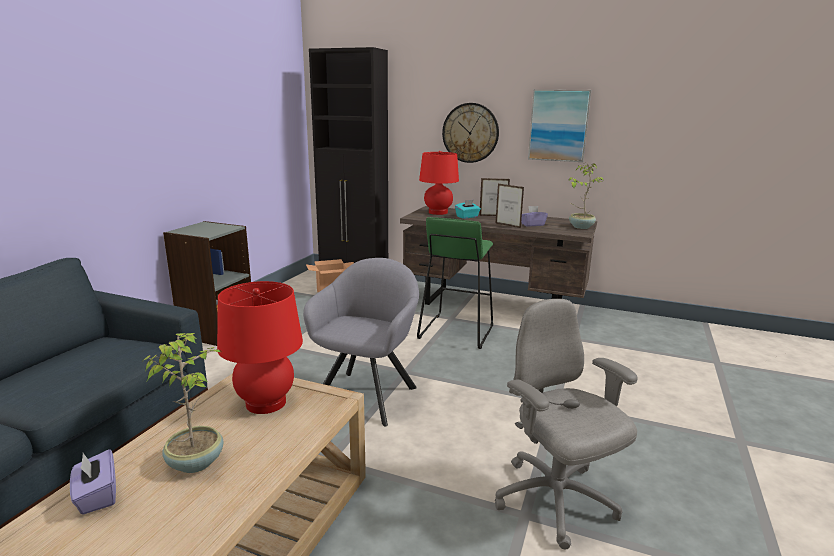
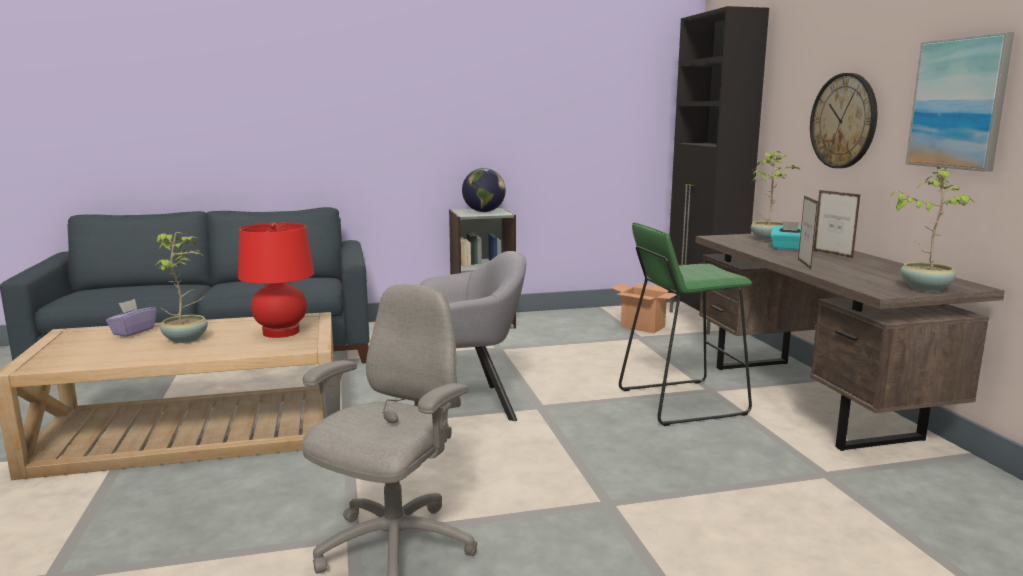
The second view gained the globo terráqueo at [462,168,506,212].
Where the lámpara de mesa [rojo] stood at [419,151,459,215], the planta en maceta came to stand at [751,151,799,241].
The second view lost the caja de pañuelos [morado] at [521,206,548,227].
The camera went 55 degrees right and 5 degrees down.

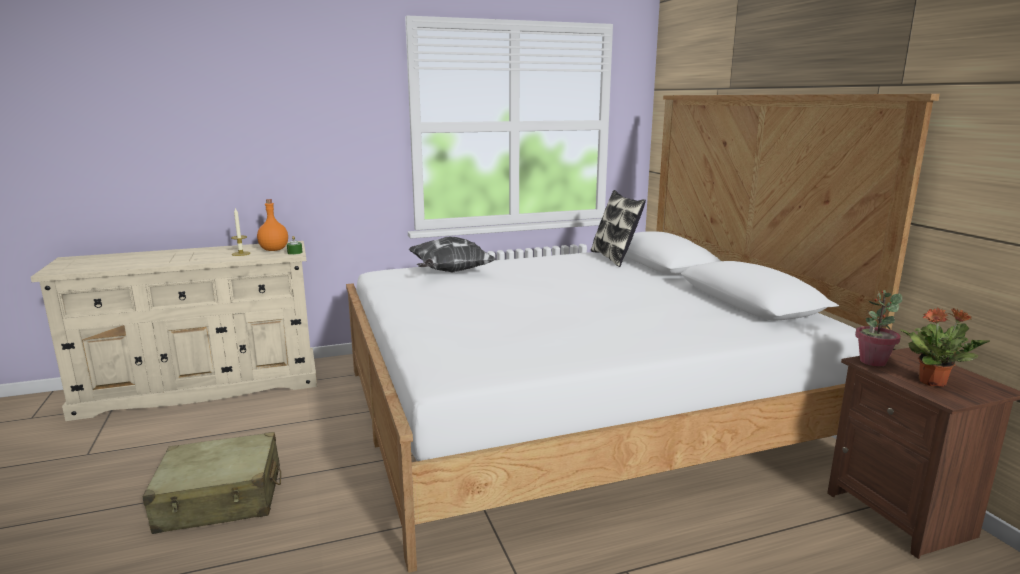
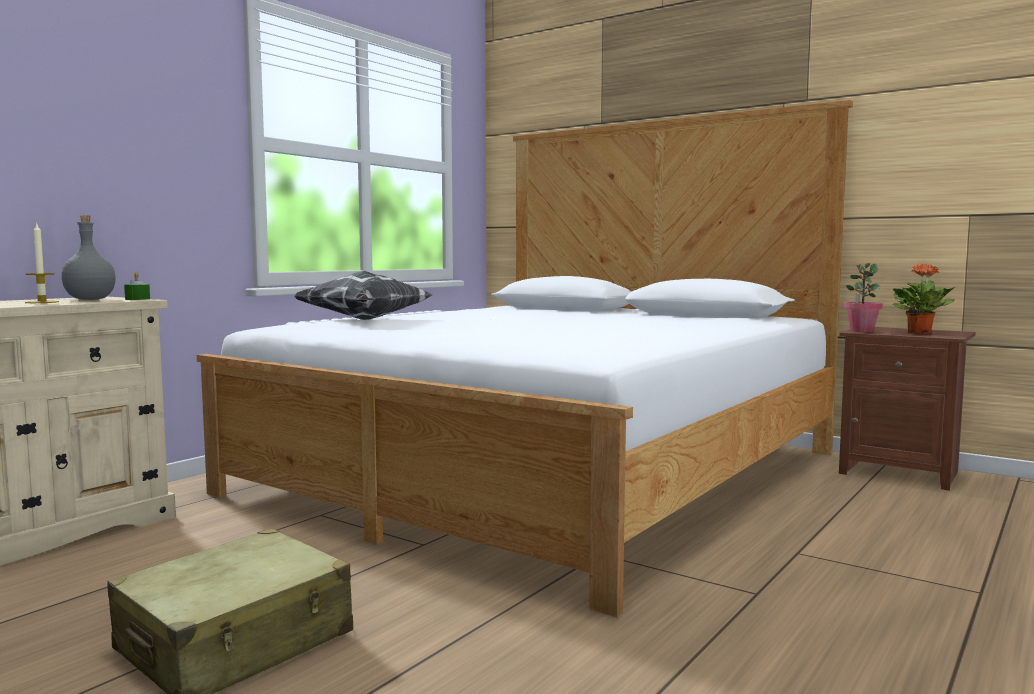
What was the botella [naranja] at [257,199,288,251] turned into the botella [gris] at [61,215,116,300].
The second view lost the cojín at [591,190,646,267].
The camera went 35 degrees left and 10 degrees down.

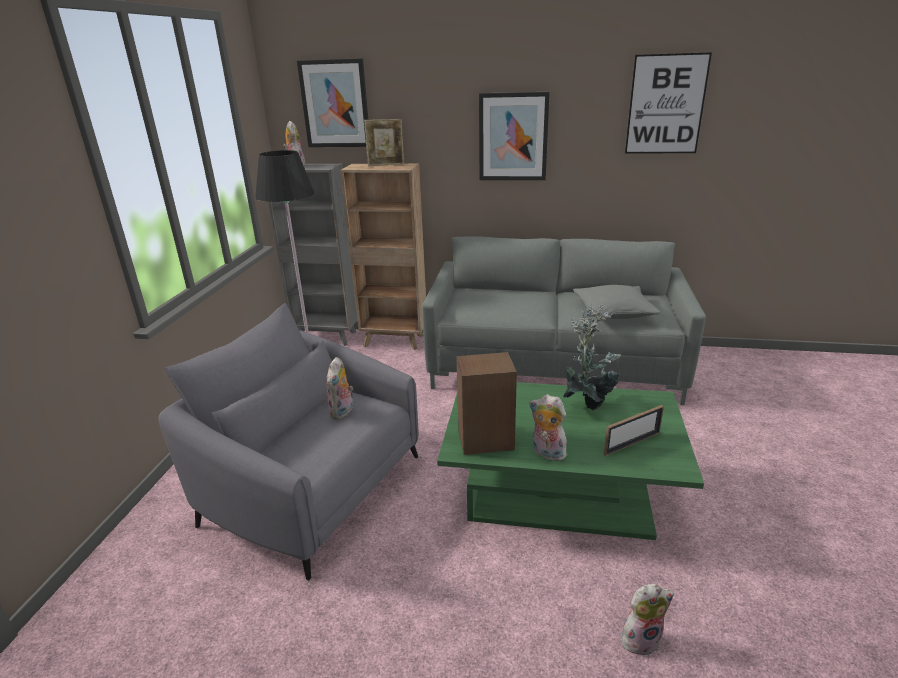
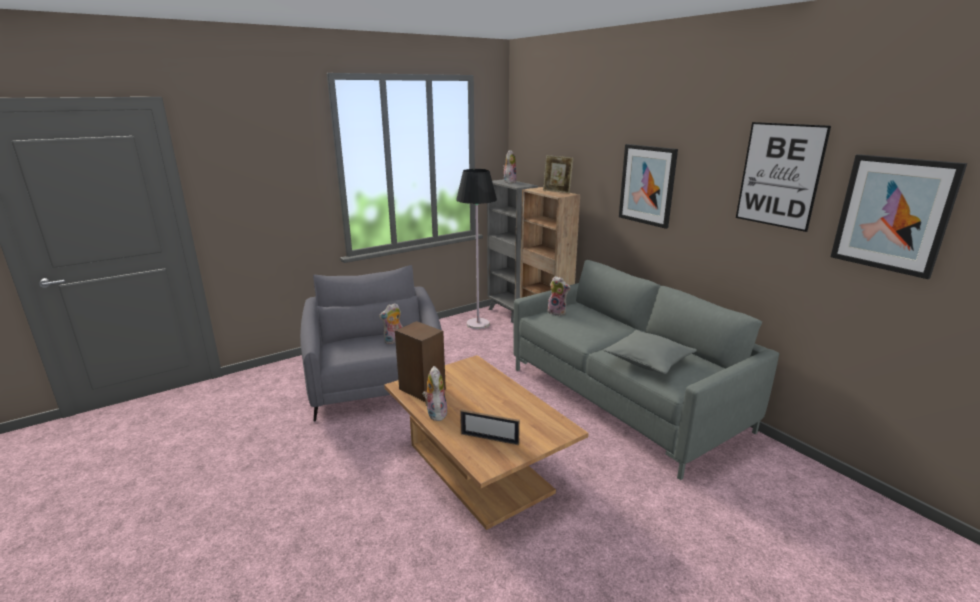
What was the mesa de centro [verde] at [437,382,704,540] turned into the mesa de centro [marrón] at [384,355,589,530].
The peluche ended up elsewhere, having gone from [622,584,674,655] to [547,276,570,316].
The cuadro ended up elsewhere, having gone from [297,58,368,147] to [831,154,967,279].
The second view lost the planta en maceta at [563,304,621,410].
The camera went 45 degrees right and 5 degrees down.

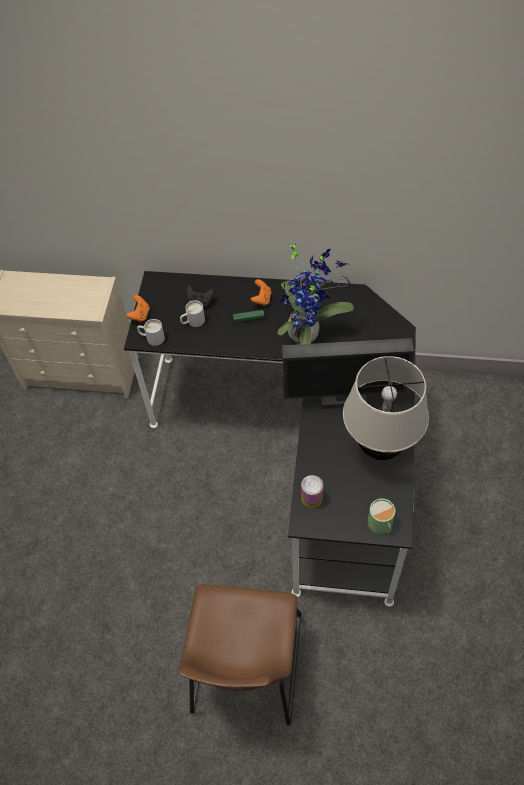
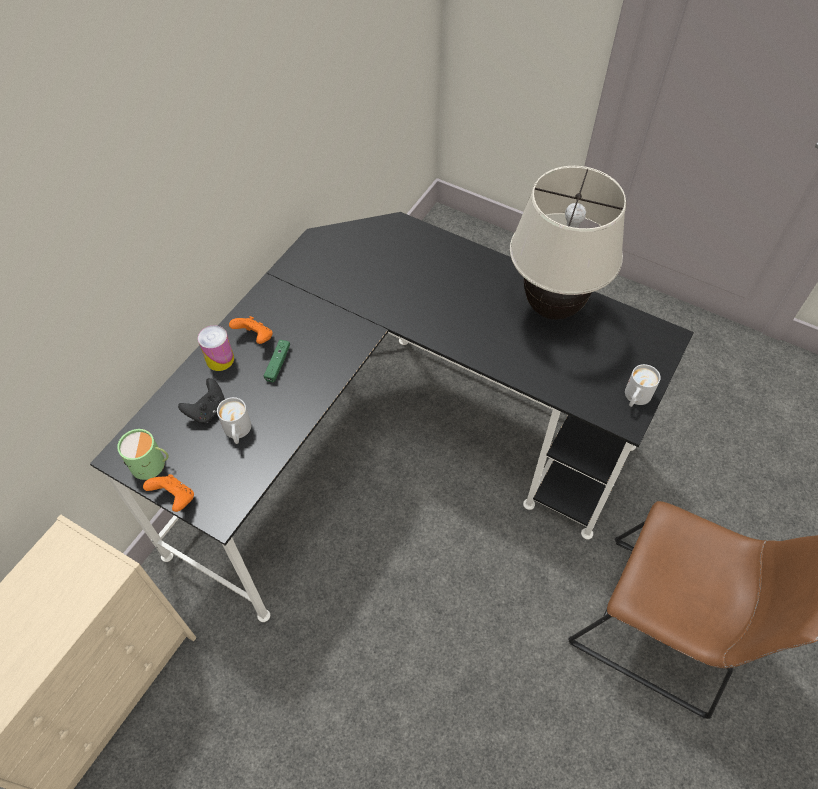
The taza grande [verde] ended up elsewhere, having gone from [368,498,395,534] to [117,429,169,480].
The lata ended up elsewhere, having gone from [301,475,323,508] to [198,325,234,371].
The taza grande [blanco] ended up elsewhere, having gone from [137,319,165,346] to [625,364,661,407].
The second view lost the planta en maceta at [277,239,354,344].
The second view lost the monitor at [282,338,414,409].
The camera went 70 degrees left and 0 degrees up.

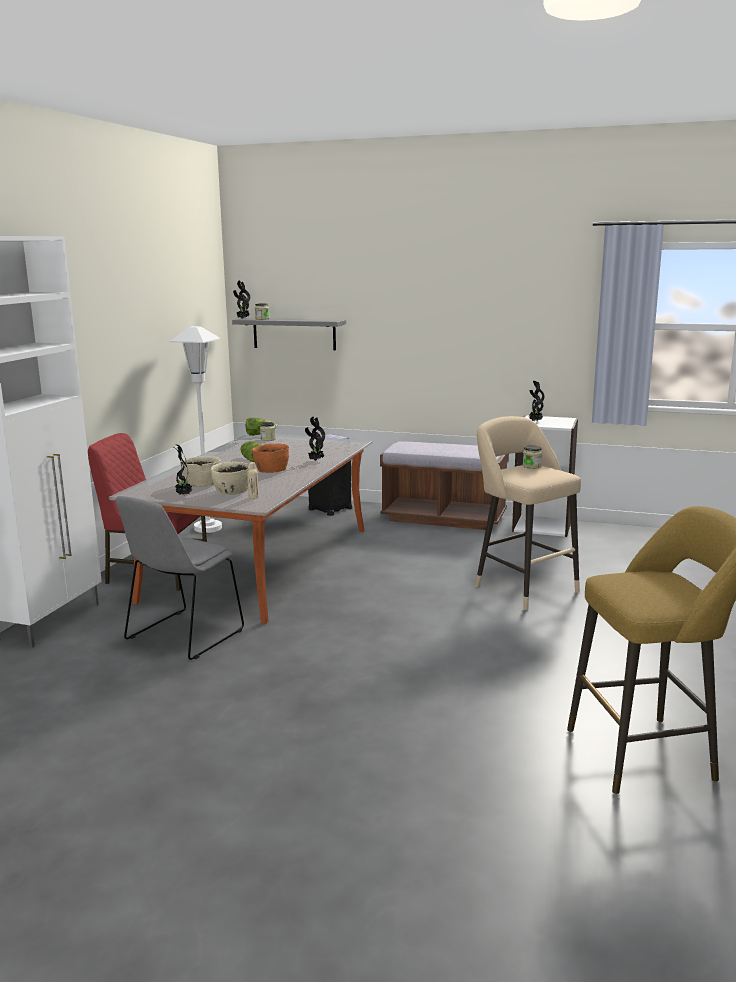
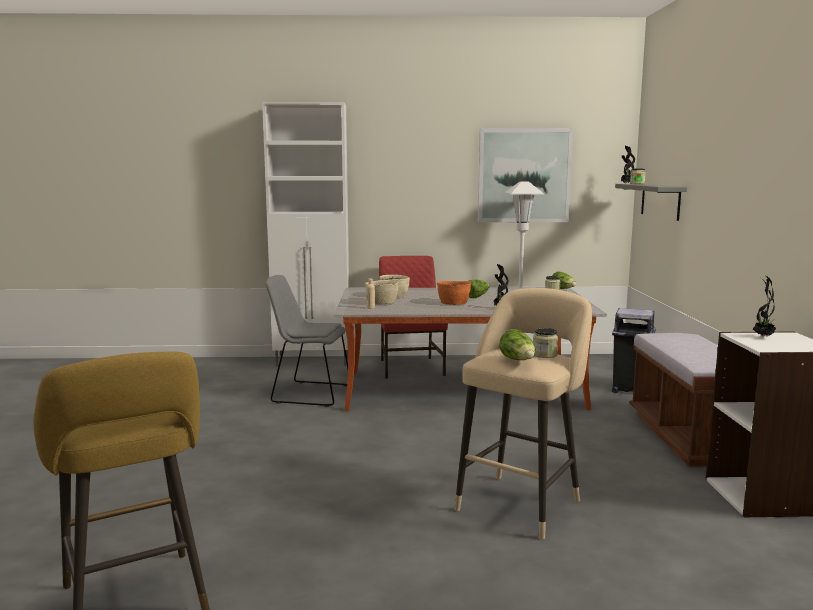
The second view gained the cuadro at [478,128,573,222].
The second view gained the lechuga at [499,329,535,360].
The second view lost the planta en maceta at [174,444,192,496].
The camera went 70 degrees right and 5 degrees down.

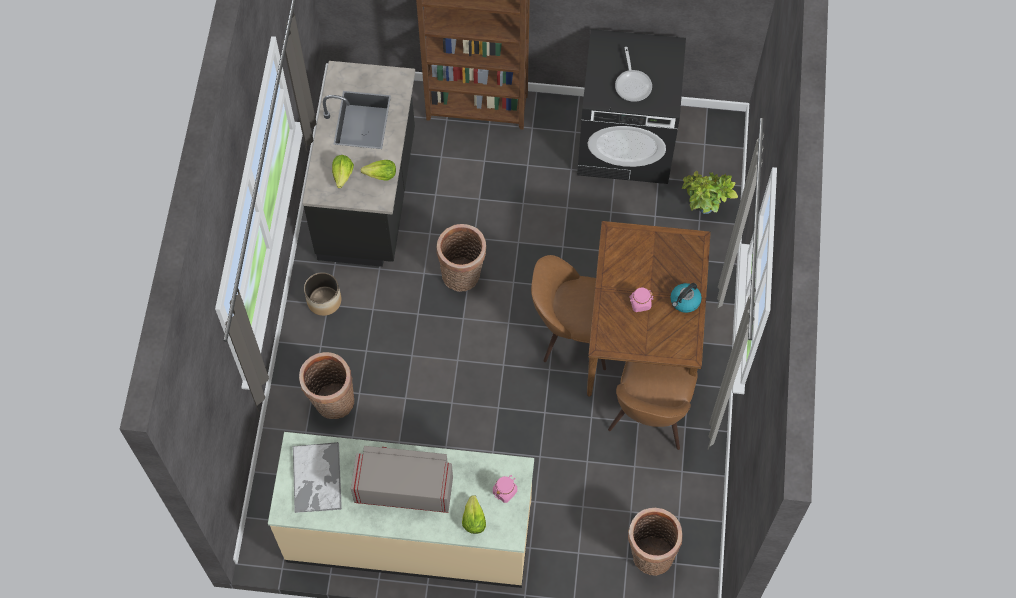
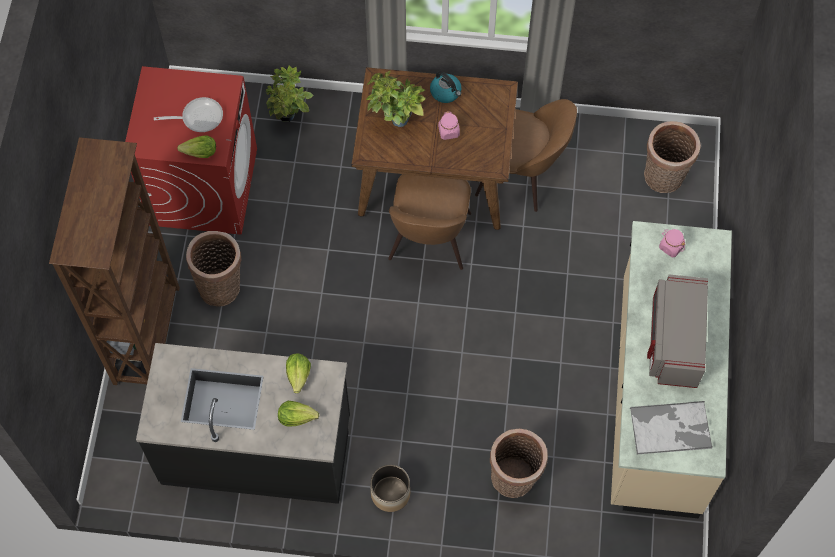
What was the lavadora [negro] at [577,29,686,184] turned into the lavadora [rojo] at [125,66,257,235].
The lechuga ended up elsewhere, having gone from [462,495,486,534] to [177,136,216,158].
The cesta ended up elsewhere, having gone from [436,224,486,292] to [186,231,241,307].
The second view gained the planta en maceta at [366,71,425,127].
The camera went 90 degrees left and 0 degrees up.

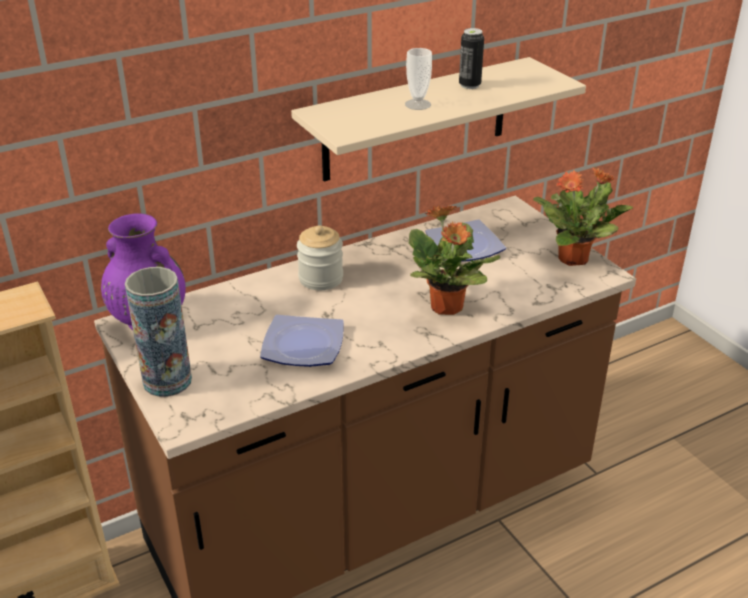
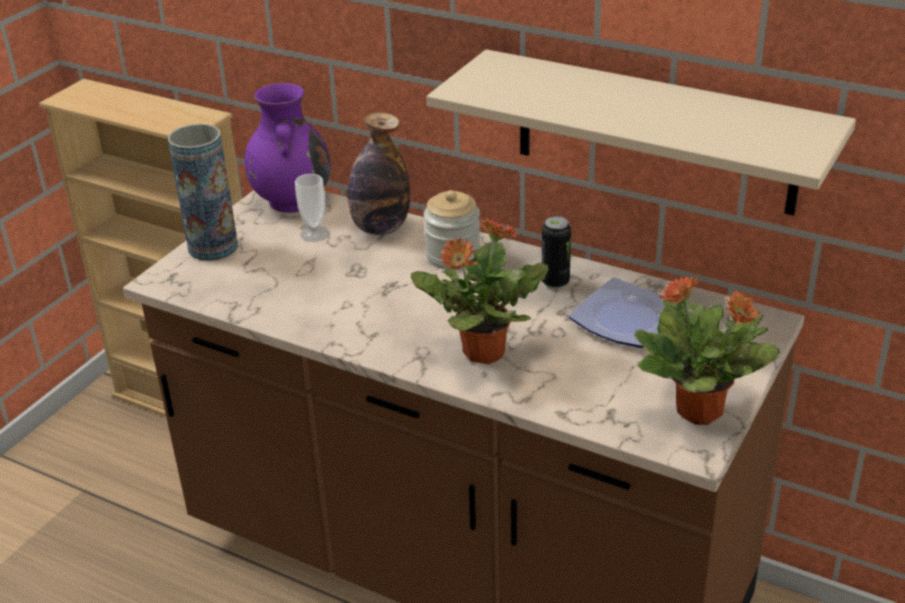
The taza ended up elsewhere, having gone from [405,48,432,110] to [295,174,330,242].
The second view gained the botella at [347,112,410,235].
The lata ended up elsewhere, having gone from [459,28,484,89] to [542,216,571,289].
The second view lost the plato at [260,315,344,367].
The camera went 60 degrees right and 0 degrees up.

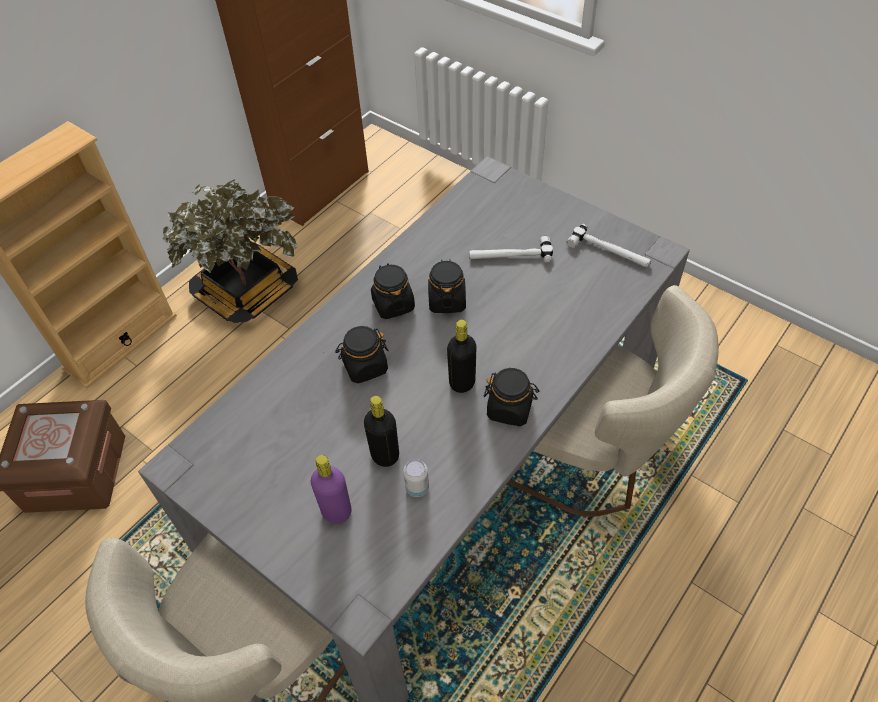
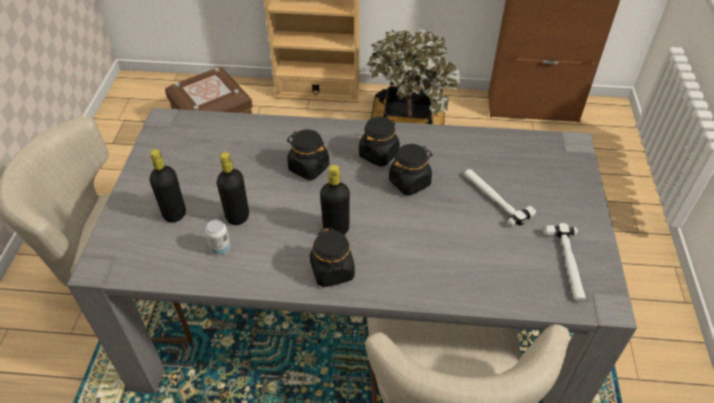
What was the botella [morado] at [311,455,352,524] turned into the botella [negro] at [150,149,186,223].
The camera went 55 degrees right and 5 degrees down.

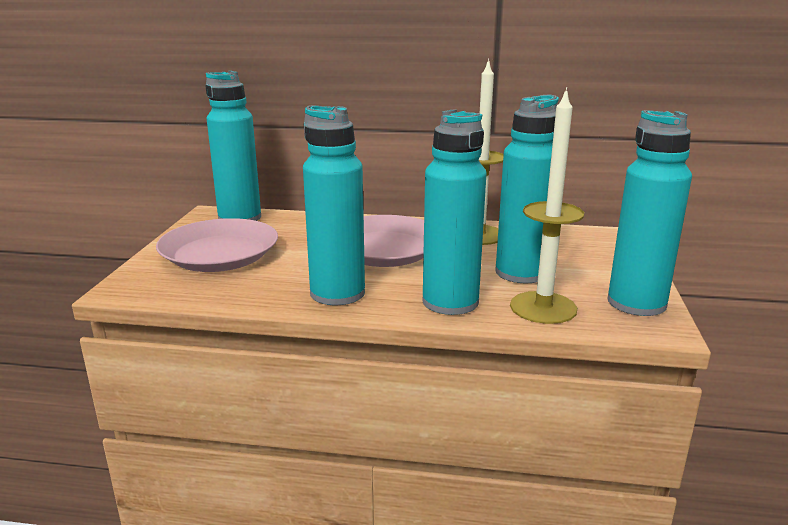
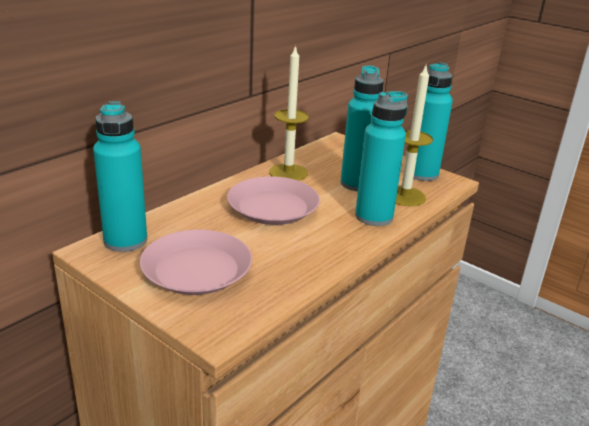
The second view lost the botella [turquesa] at [303,105,365,305].
The camera went 60 degrees left and 5 degrees up.

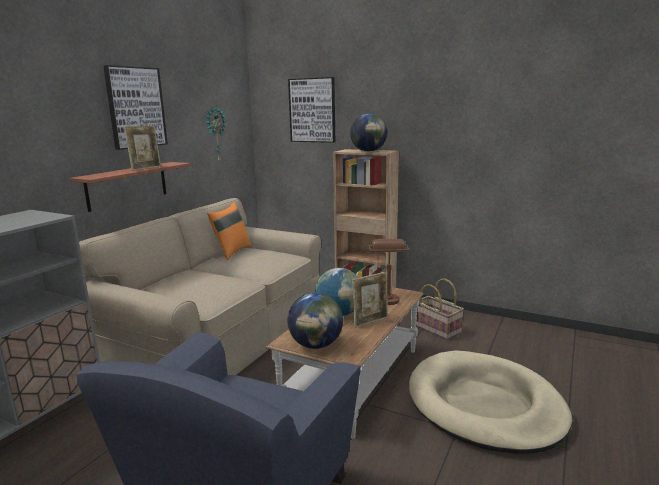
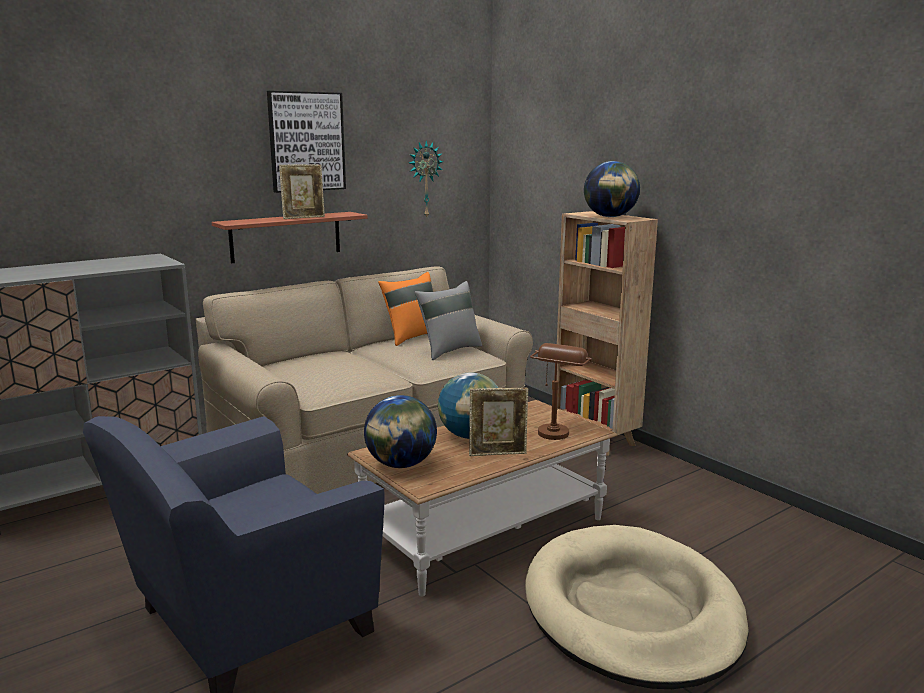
The second view gained the cojín [gris] at [414,281,482,360].
The second view lost the cuadro at [288,77,335,143].
The second view lost the cesta at [416,278,464,340].
The camera went 25 degrees right and 0 degrees up.

